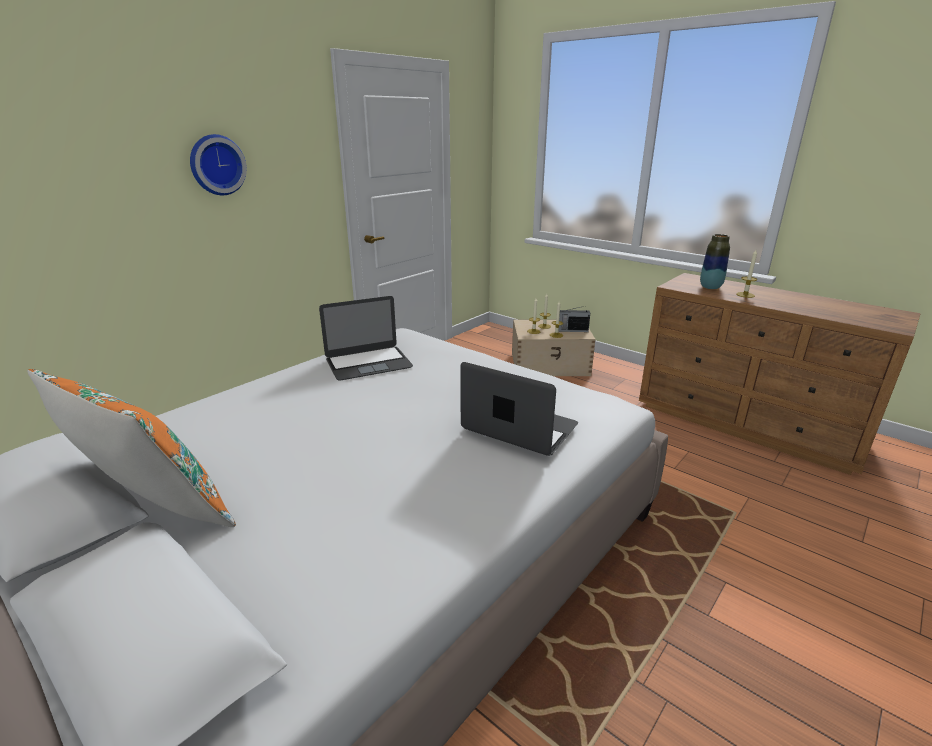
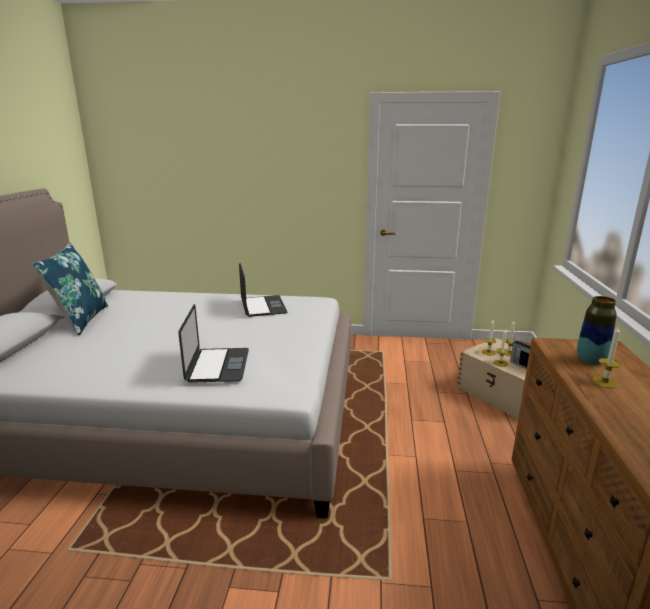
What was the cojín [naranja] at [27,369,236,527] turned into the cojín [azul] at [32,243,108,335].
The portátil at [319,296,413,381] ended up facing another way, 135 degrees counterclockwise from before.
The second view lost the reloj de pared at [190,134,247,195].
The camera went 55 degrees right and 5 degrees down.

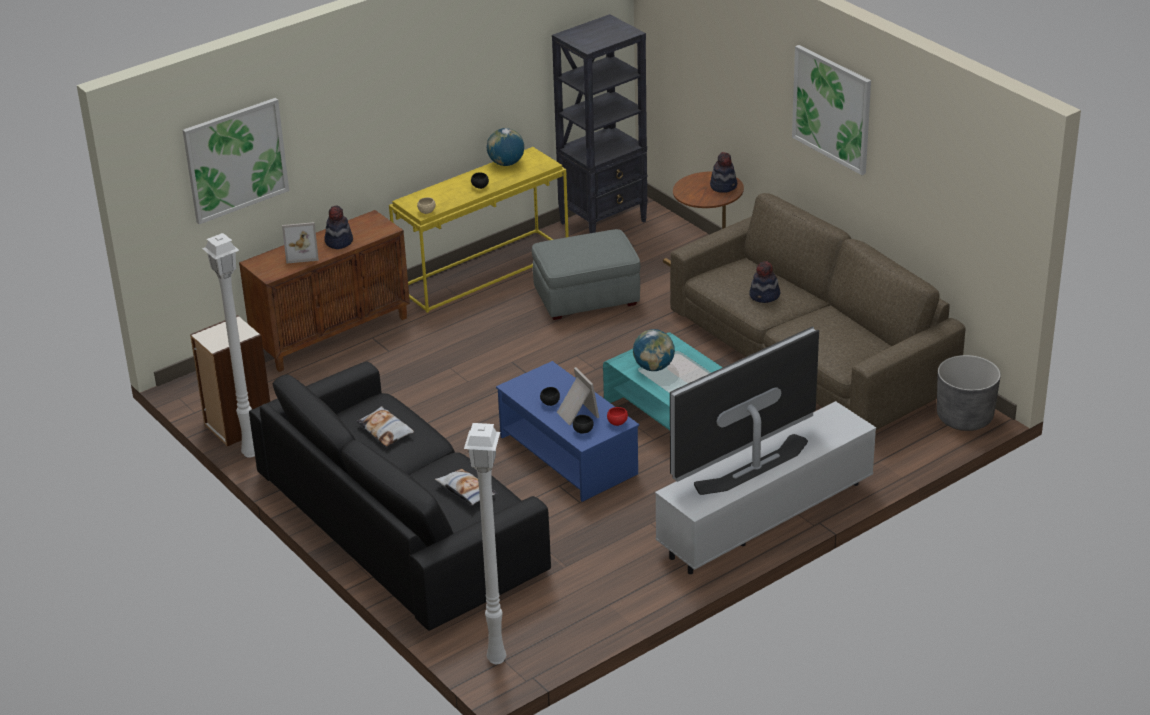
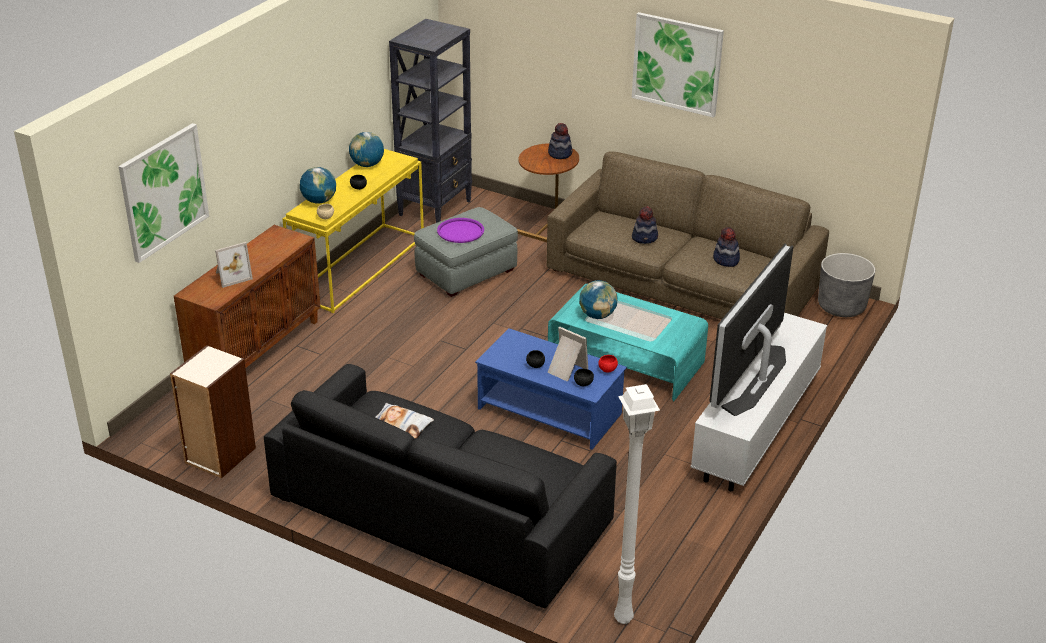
The second view gained the globo terráqueo at [300,167,336,204].
The second view gained the bandeja [morado] at [437,218,484,243].
The sombrero ended up elsewhere, having gone from [324,206,353,249] to [713,227,740,267].
The second view lost the lámpara de pie [blanco] at [202,233,255,457].
The second view lost the cojín at [435,469,498,505].
The camera went 25 degrees left and 0 degrees up.

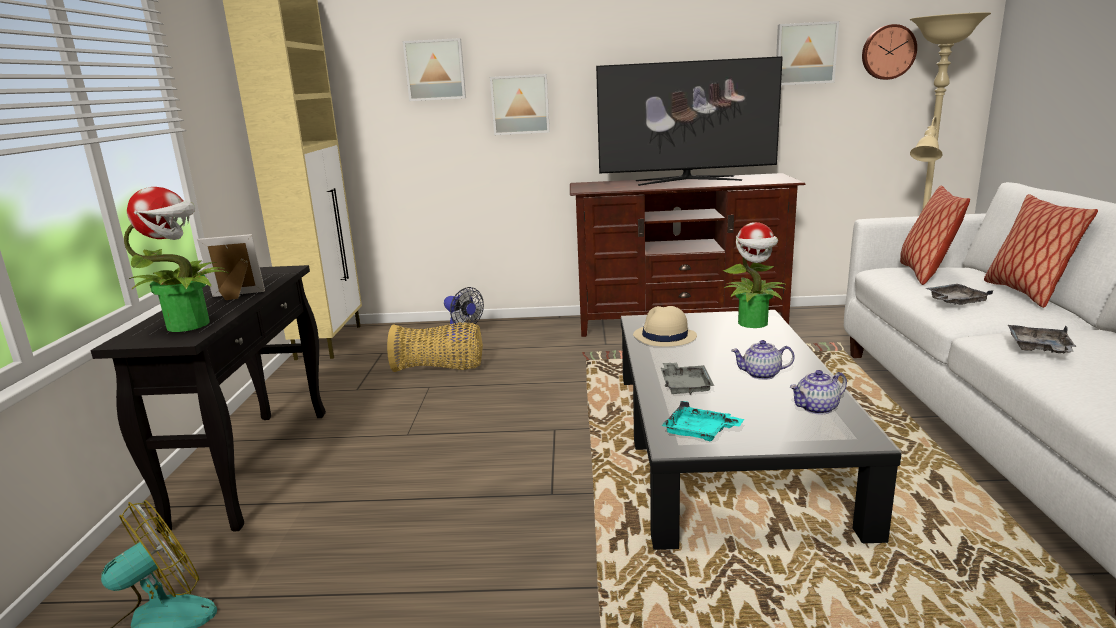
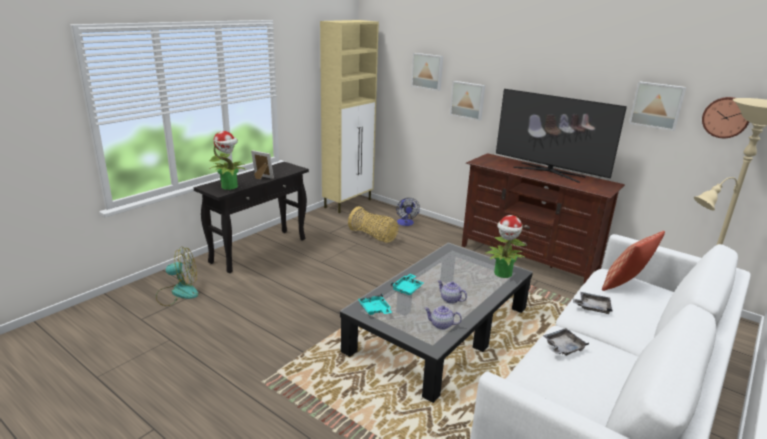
What was the bandeja [gris] at [661,362,714,395] turned into the bandeja [turquesa] at [391,274,424,295].
The second view lost the sombrero [beis] at [633,306,697,347].
The second view lost the cojín at [984,194,1098,308].
The camera went 35 degrees right and 5 degrees up.

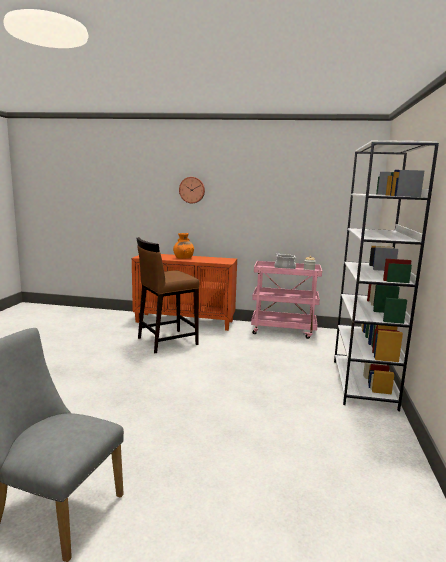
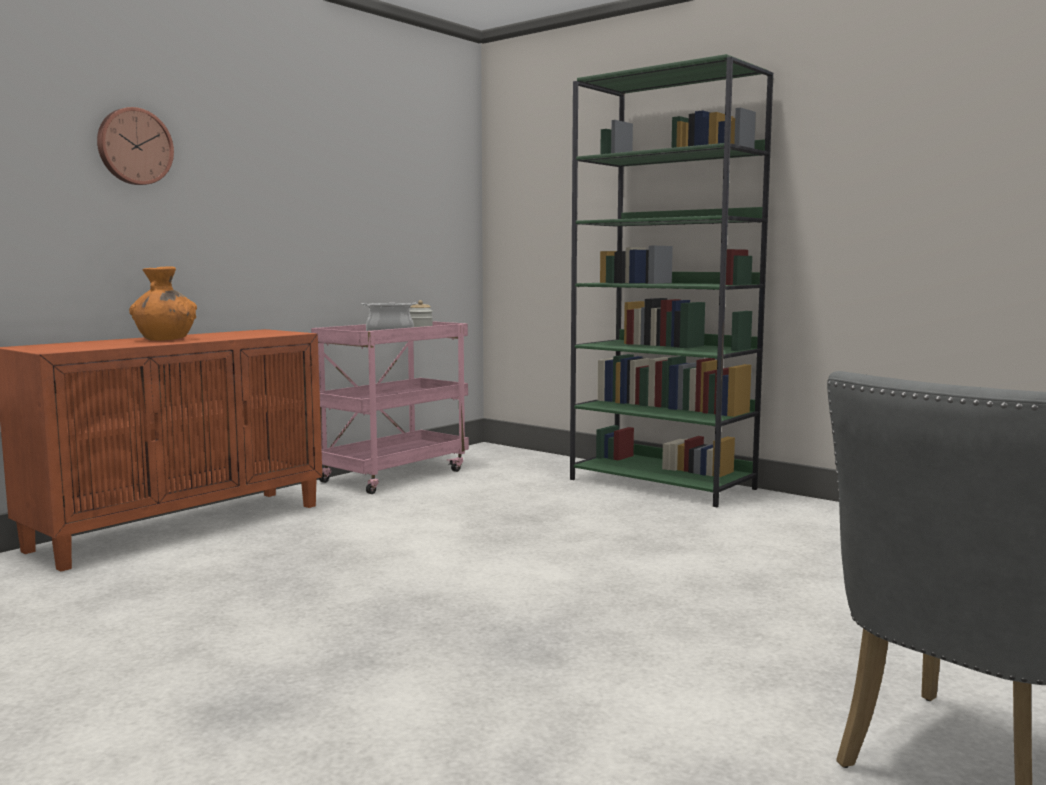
What was the estantería [blanco] at [334,140,439,411] turned into the estantería [verde] at [570,54,773,507].
The second view lost the taburete [marrón] at [136,237,199,353].
The camera went 60 degrees left and 5 degrees down.

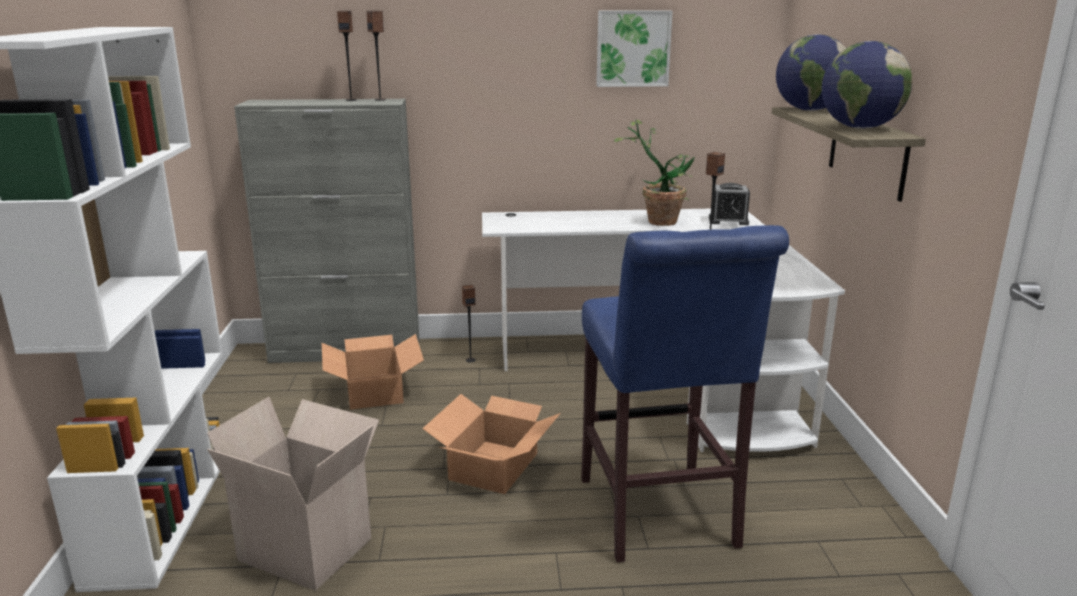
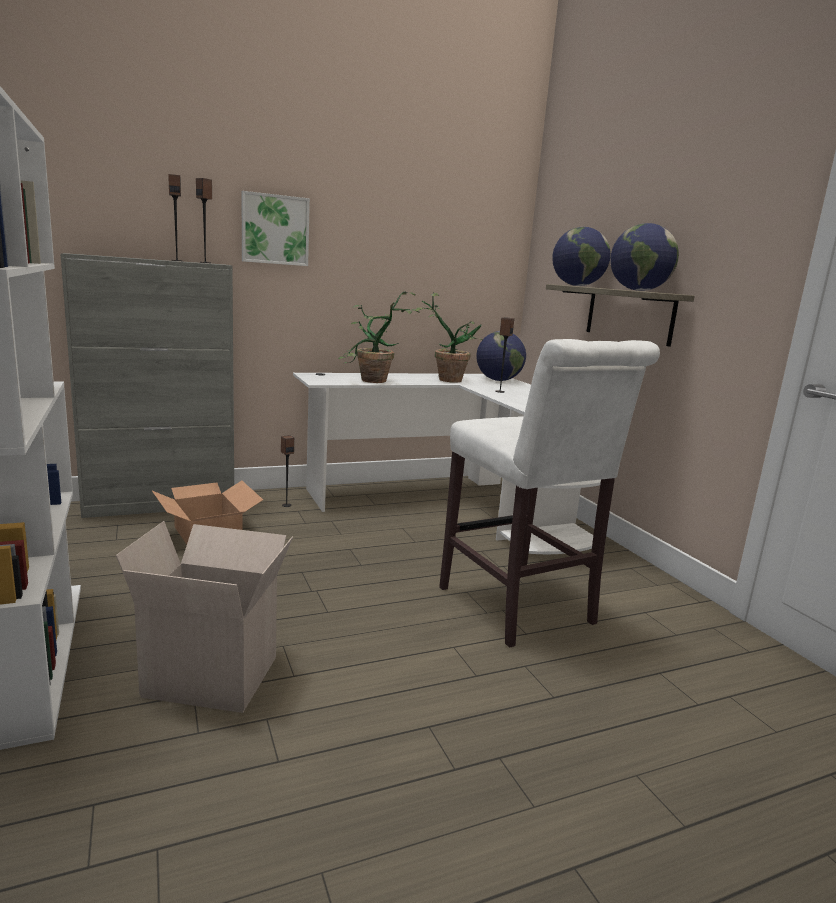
The cuadro ended up elsewhere, having gone from [596,11,673,87] to [242,191,310,266].
The second view gained the planta en maceta at [338,291,420,383].
What was the taburete [azul] at [581,225,789,562] turned into the taburete [blanco] at [439,339,660,648].
Where the despertador stood at [709,183,750,225], the globo terráqueo came to stand at [476,331,526,381].
The second view lost the caja de cartón at [422,394,561,494].
The camera went 20 degrees left and 5 degrees down.

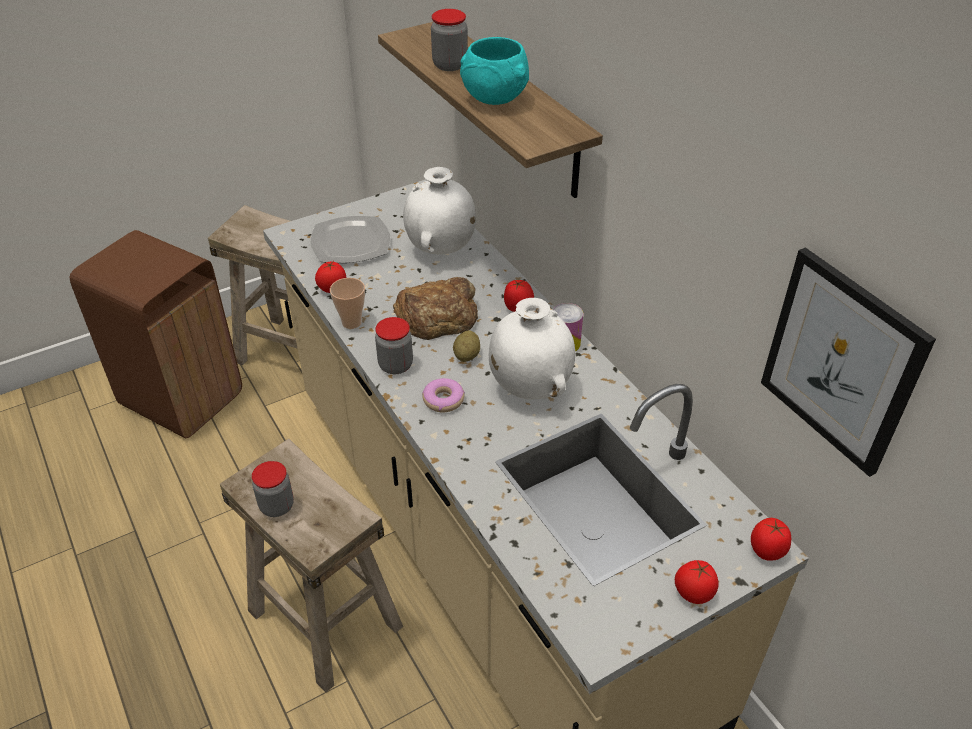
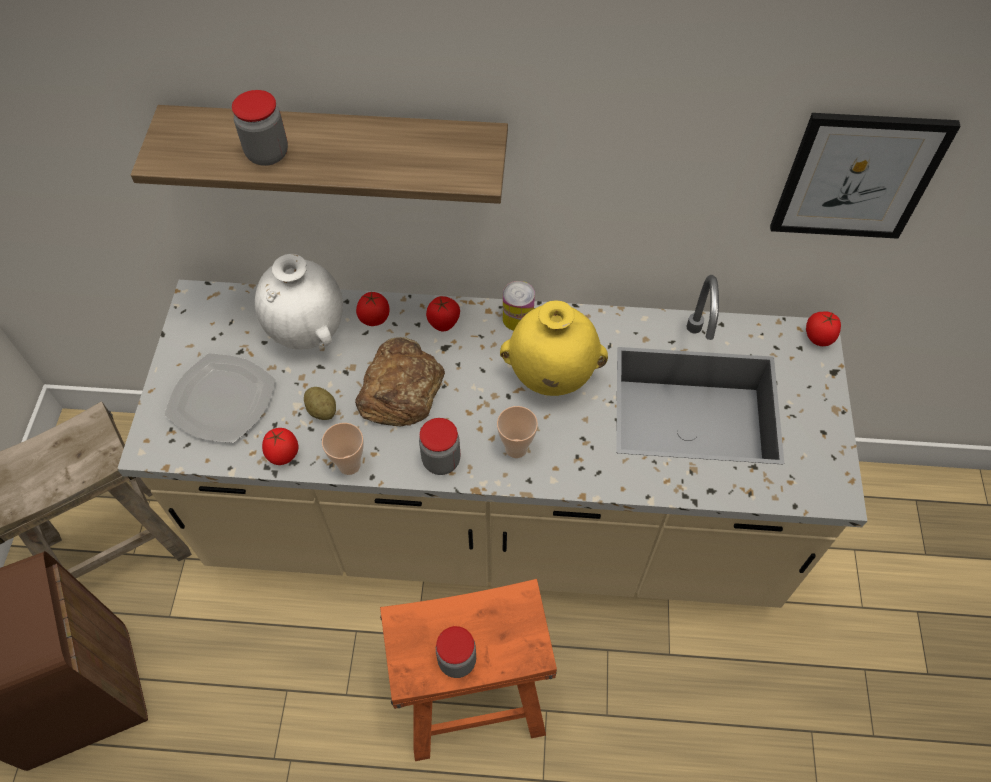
The patata ended up elsewhere, having gone from [453,330,480,362] to [304,387,336,420].
The tomate ended up elsewhere, having gone from [675,560,719,604] to [356,292,390,326].
What was the taburete [beis] at [220,439,403,693] turned into the taburete [naranja] at [380,579,557,761].
Where the rosquilla stood at [422,378,465,412], the taza came to stand at [497,406,538,458].
What was the florero [blanco] at [489,298,575,399] turned into the florero [amarillo] at [500,300,608,396].
The second view lost the cuenco [turquesa] at [460,37,529,105].
The camera went 55 degrees left and 15 degrees up.

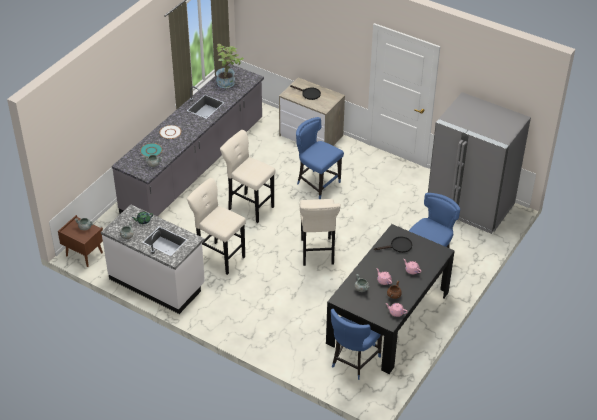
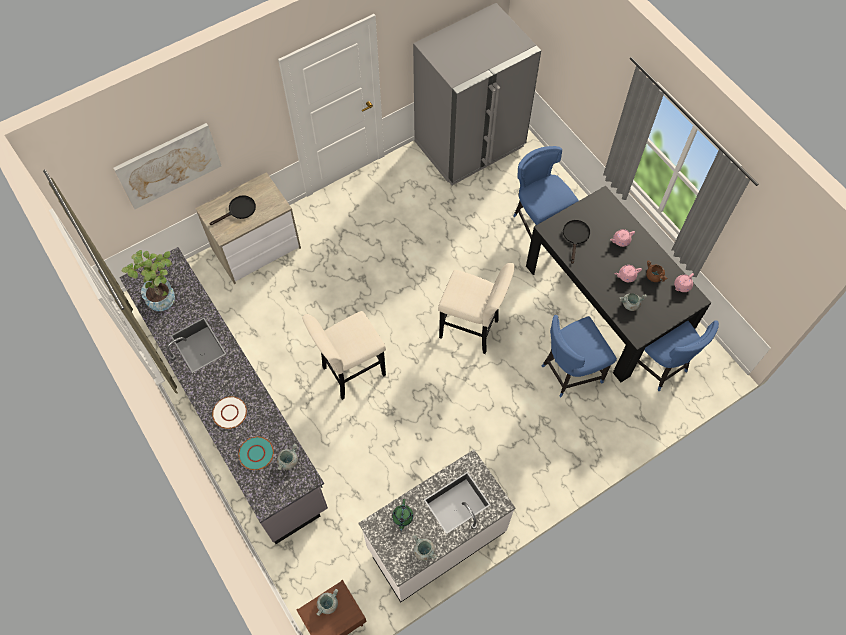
The second view gained the cuadro at [113,123,222,209].
The silla [azul] ended up elsewhere, having gone from [296,117,344,199] to [542,315,617,397].
The second view lost the taburete [beis] at [187,178,246,275].
The camera went 65 degrees left and 20 degrees up.

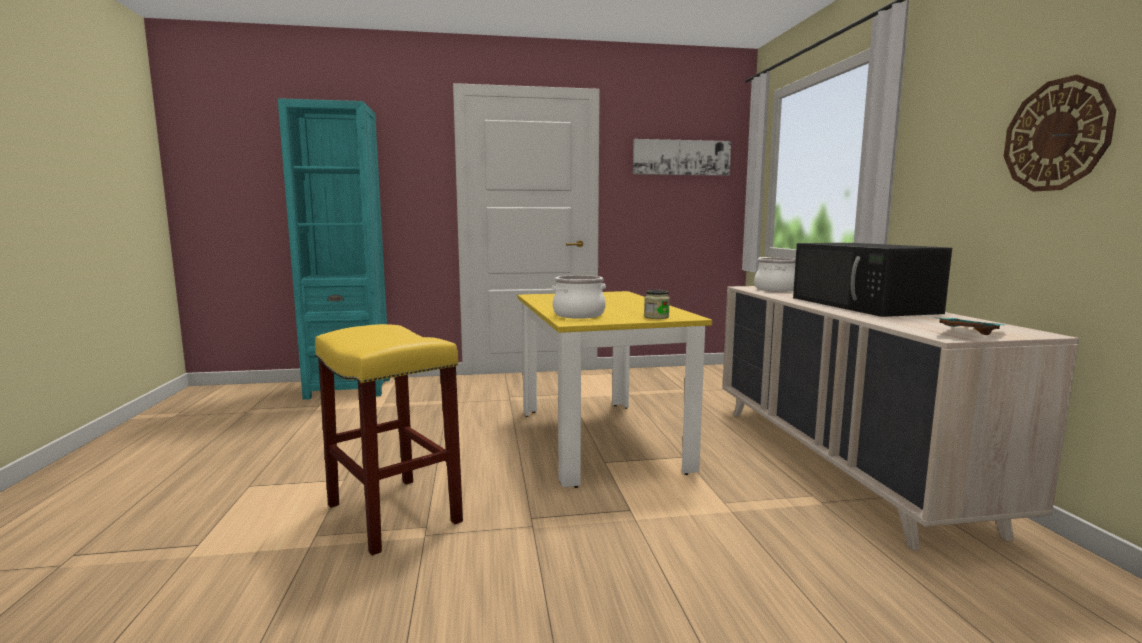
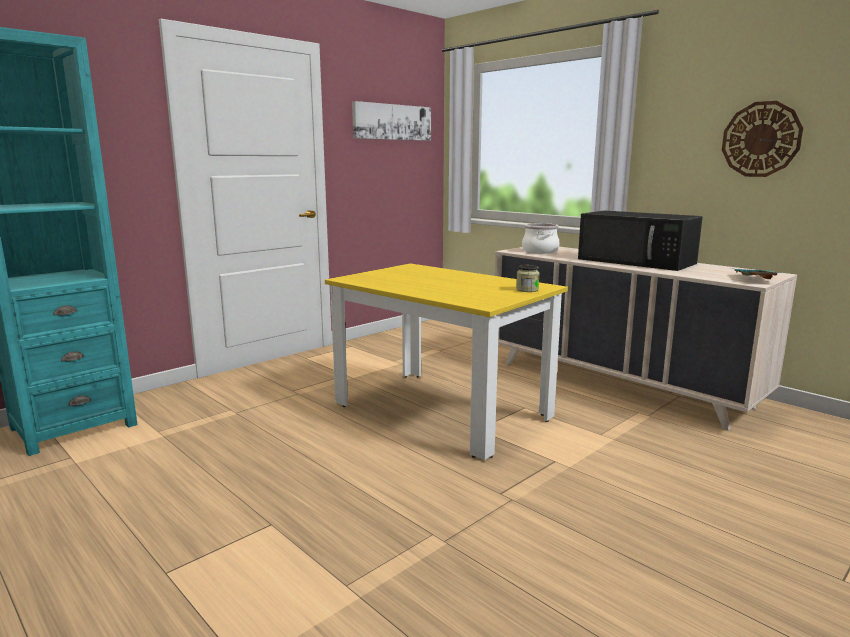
The second view lost the taburete [amarillo] at [315,324,463,556].
The second view lost the olla at [552,275,606,319].
The camera went 35 degrees left and 5 degrees up.

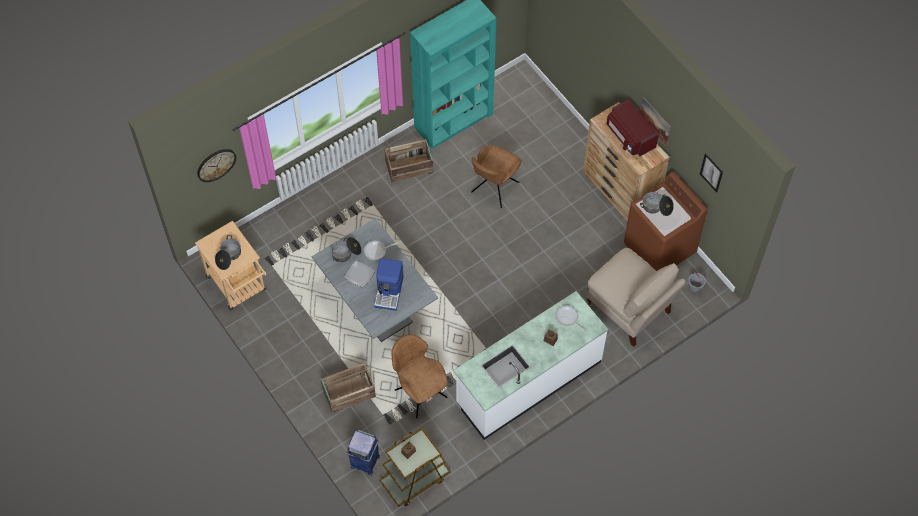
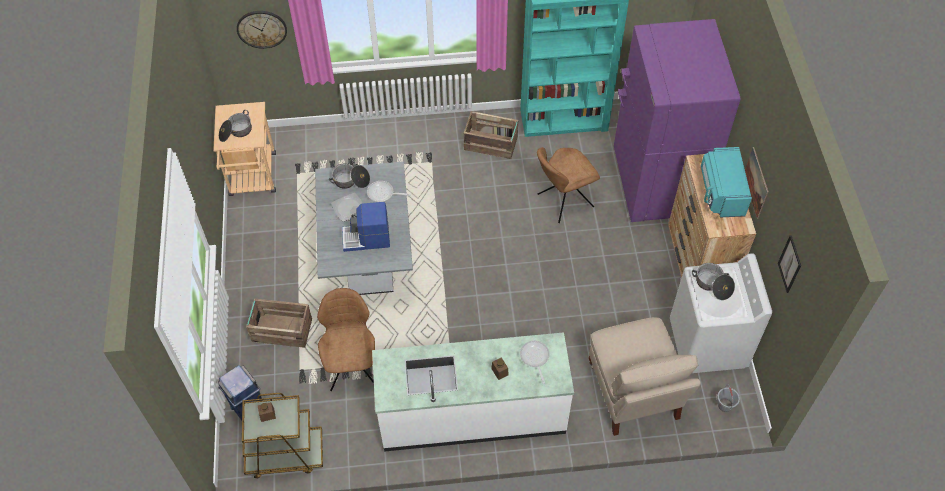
The cafetera at [374,258,404,311] ended up facing another way, 45 degrees clockwise from before.
The second view gained the nevera [morado] at [614,19,740,222].
What was the lavadora [marrón] at [624,172,708,271] turned into the lavadora [blanco] at [670,253,772,373].
What was the microondas [rojo] at [606,99,659,156] turned into the microondas [turquesa] at [701,147,752,218].
The camera went 30 degrees right and 5 degrees down.

